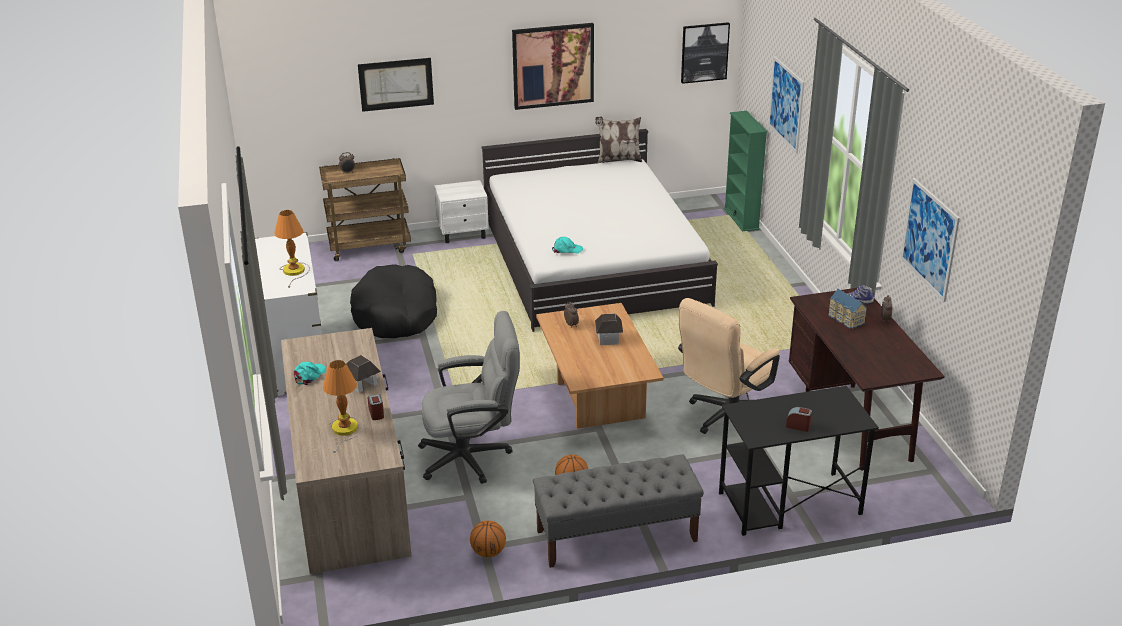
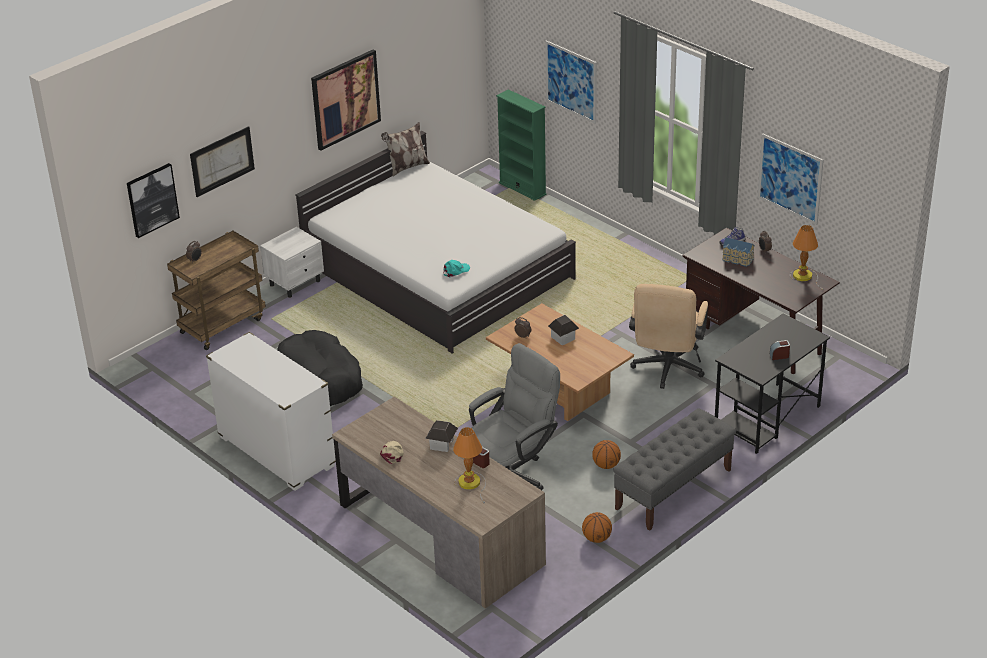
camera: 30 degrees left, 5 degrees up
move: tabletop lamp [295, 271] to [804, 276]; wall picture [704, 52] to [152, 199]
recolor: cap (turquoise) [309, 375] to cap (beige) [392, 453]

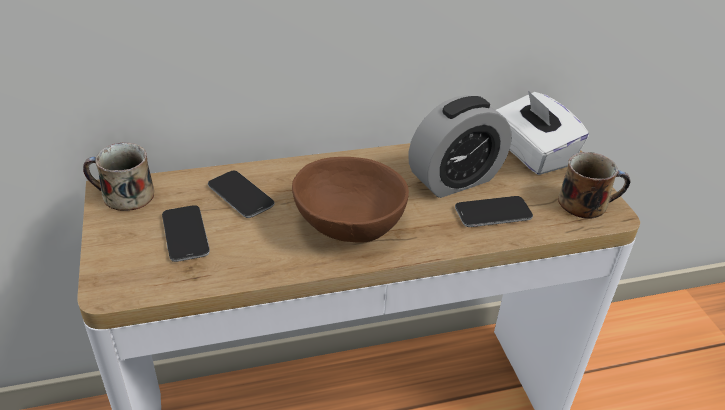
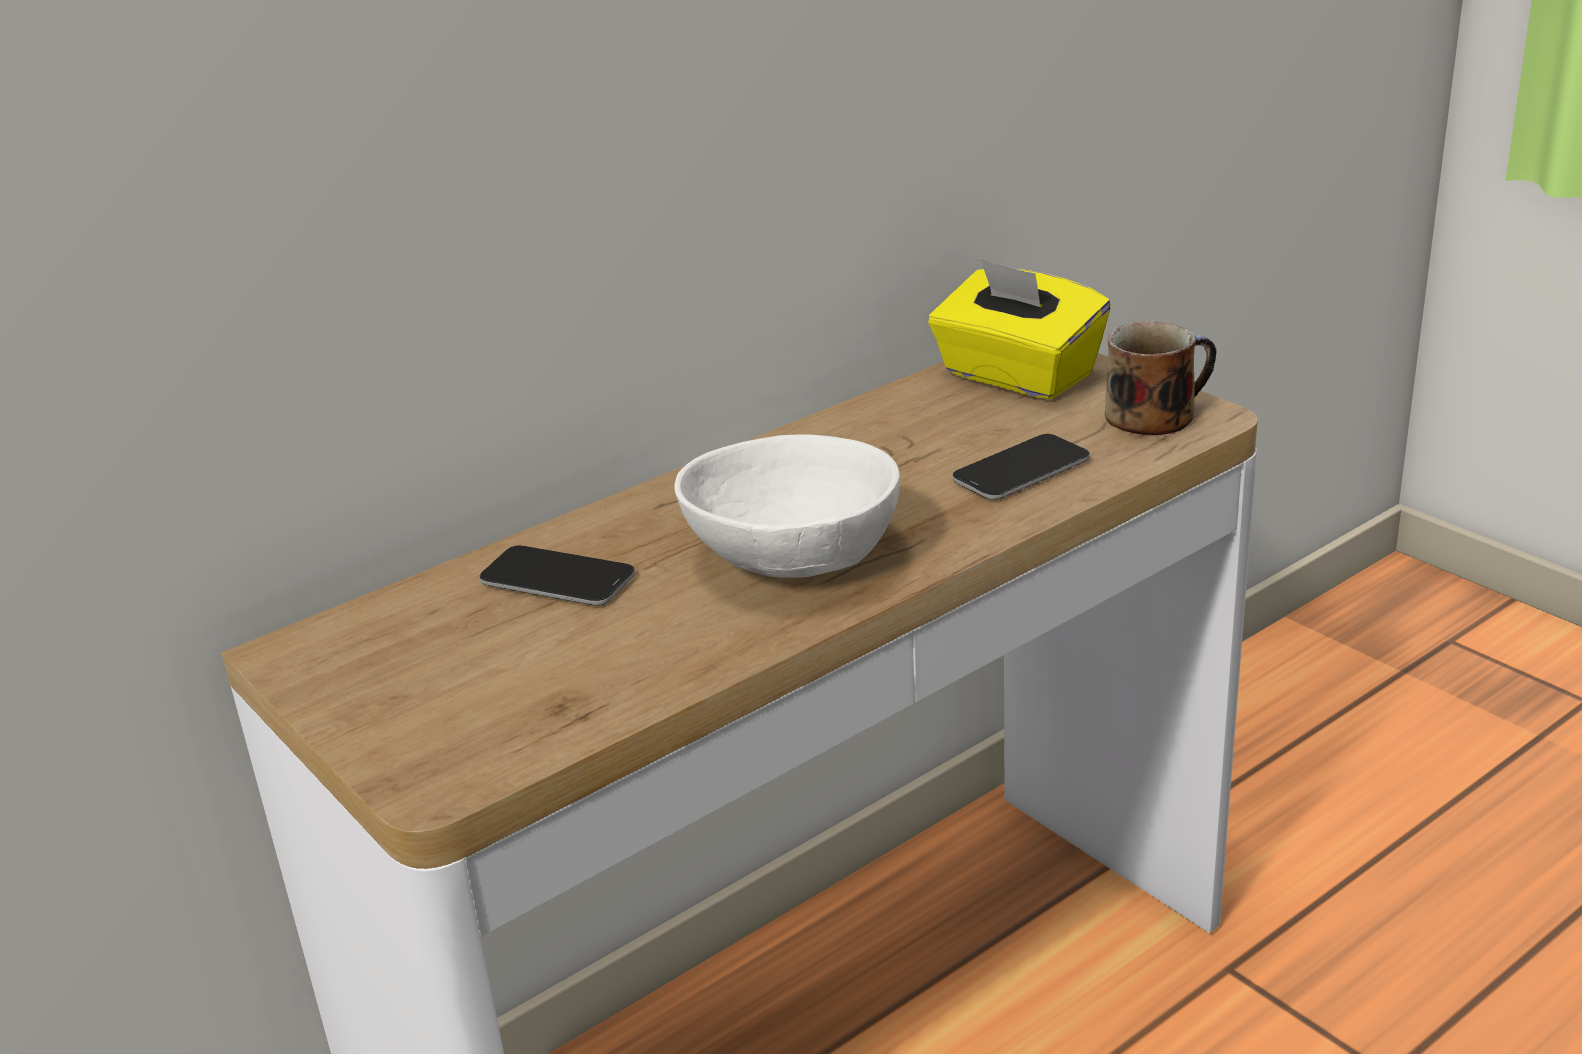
camera: 20 degrees left, 10 degrees down
delete: mug [125, 195]; telephone [185, 234]; bedside clock [455, 180]
recolor: deep dish (brownish) [349, 225] to deep dish (whitish) [795, 559]; tissue box (whitish) [532, 154] to tissue box (yellow-coloured) [1017, 376]

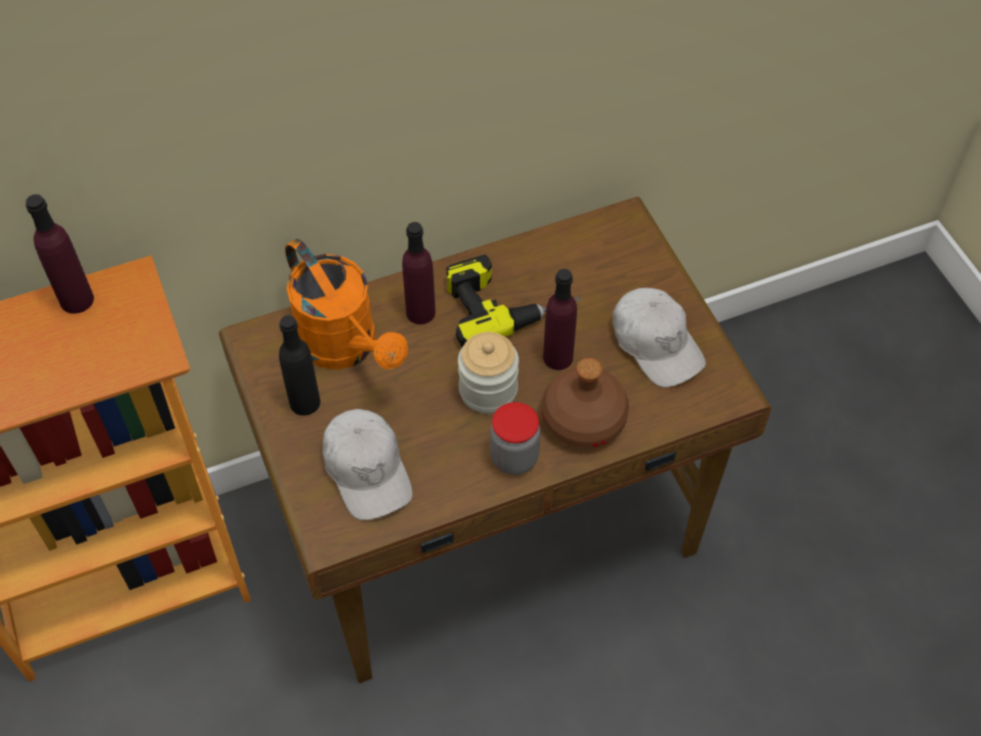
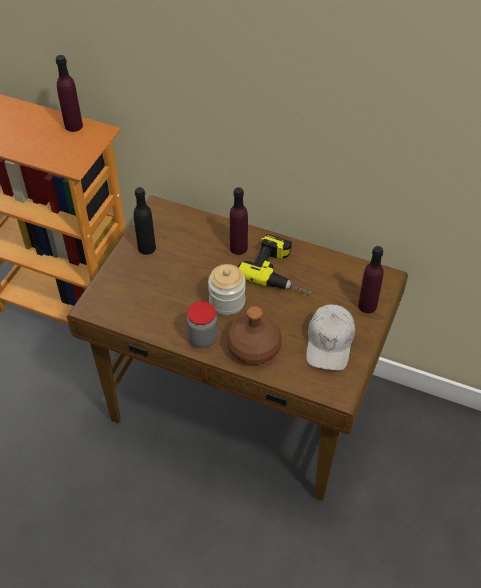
camera: 45 degrees right, 5 degrees down
delete: sprinkling can (orange-coloured) [346, 347]; cap (whitish) [367, 470]
move: drink bottle (purplish) [558, 357] to [367, 305]

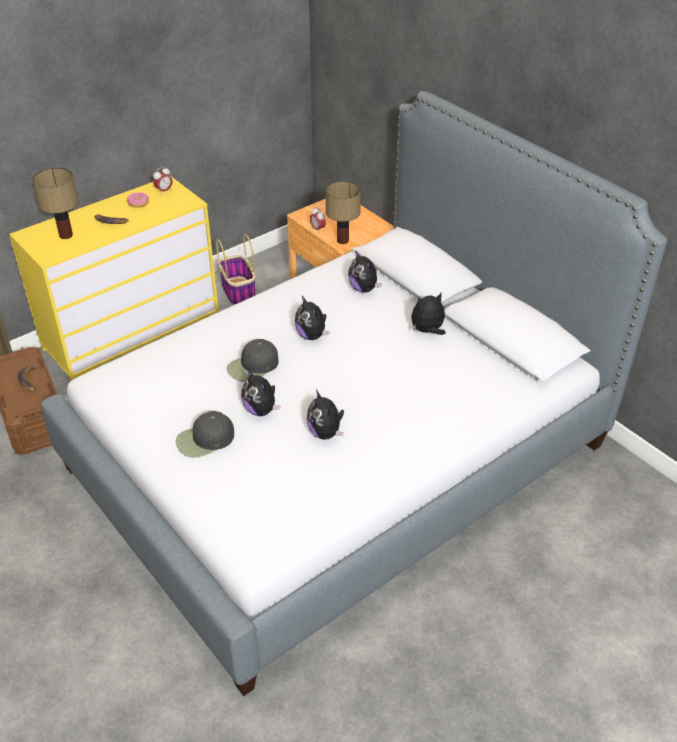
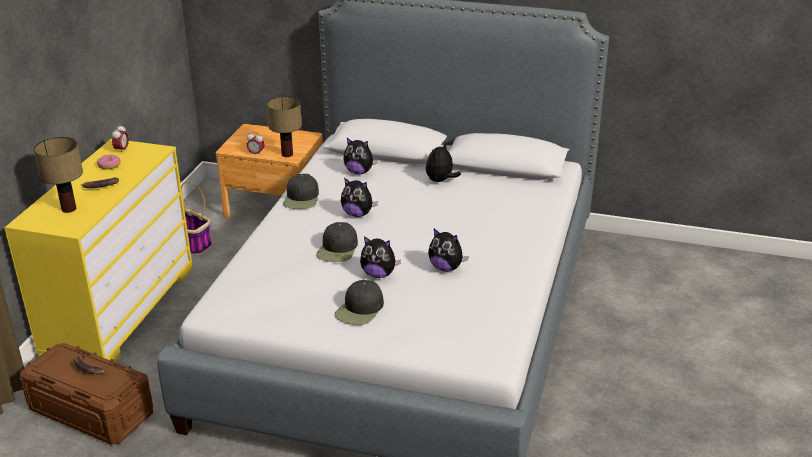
camera: 35 degrees left, 10 degrees down
insert: cap (black-coloured) [302, 198]

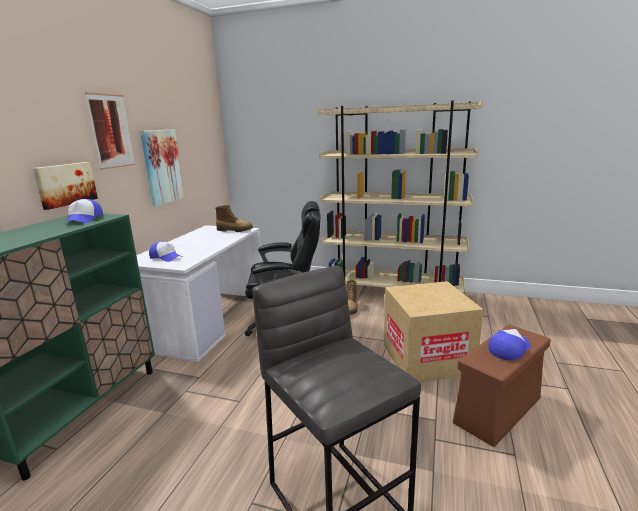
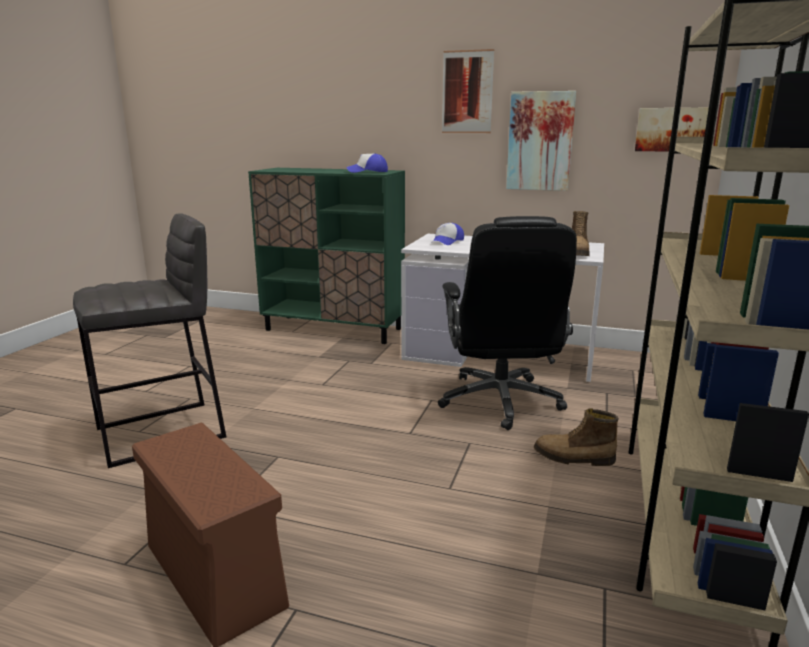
camera: 90 degrees right, 0 degrees up
delete: packing box [426, 359]; cap [509, 349]
move: wall picture [65, 184] to [670, 129]

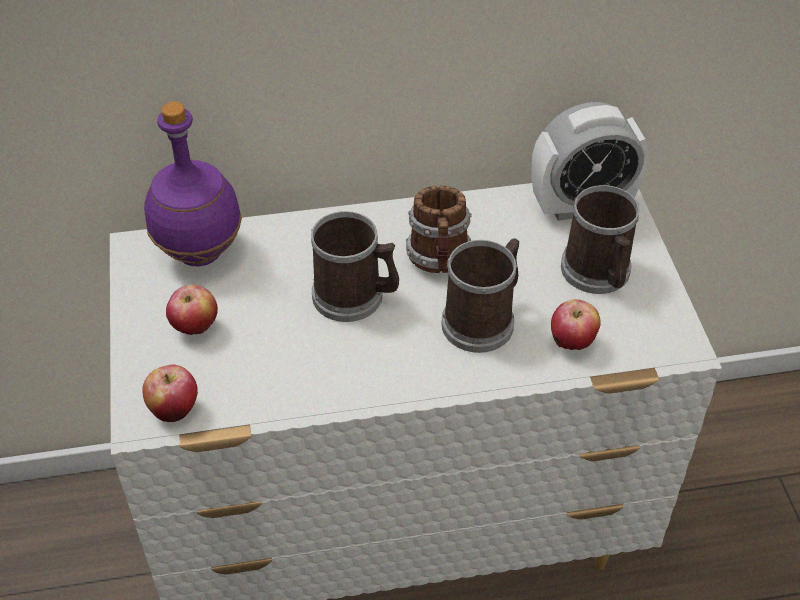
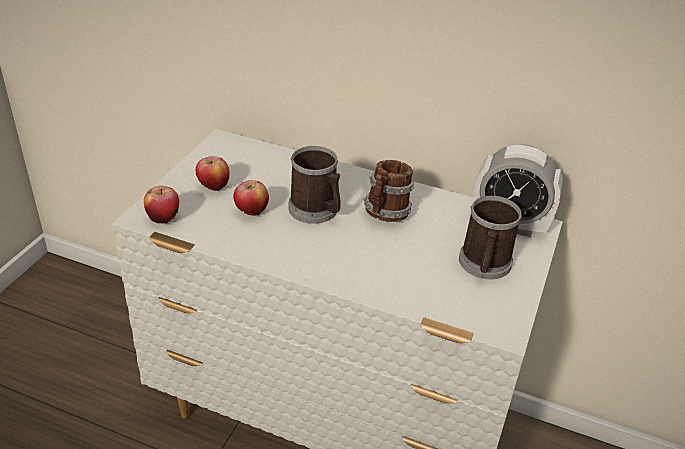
camera: 30 degrees right, 10 degrees down
delete: drink bottle (purplish) [199, 253]; mug [483, 319]
move: whole apple [572, 343] to [251, 213]

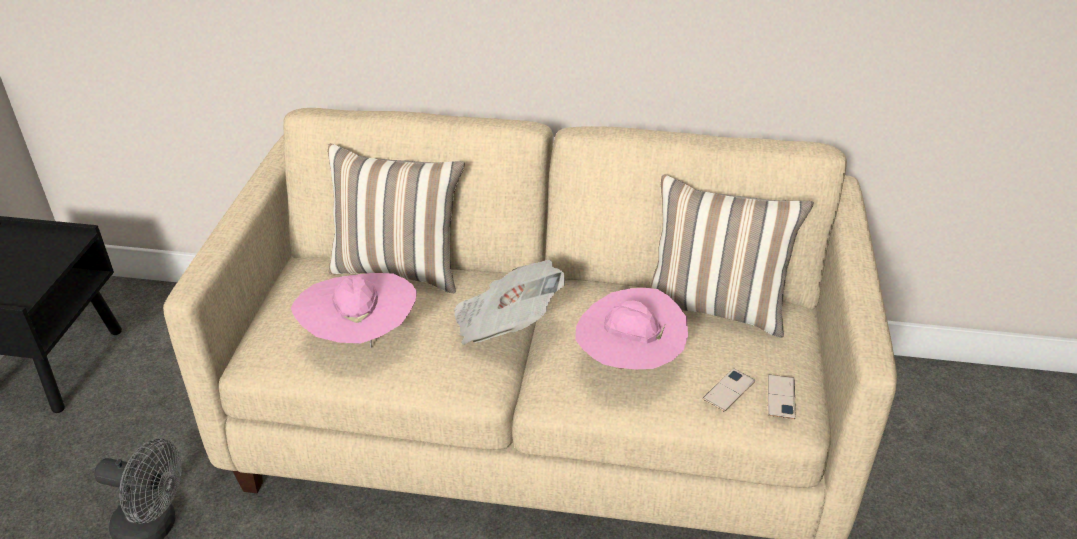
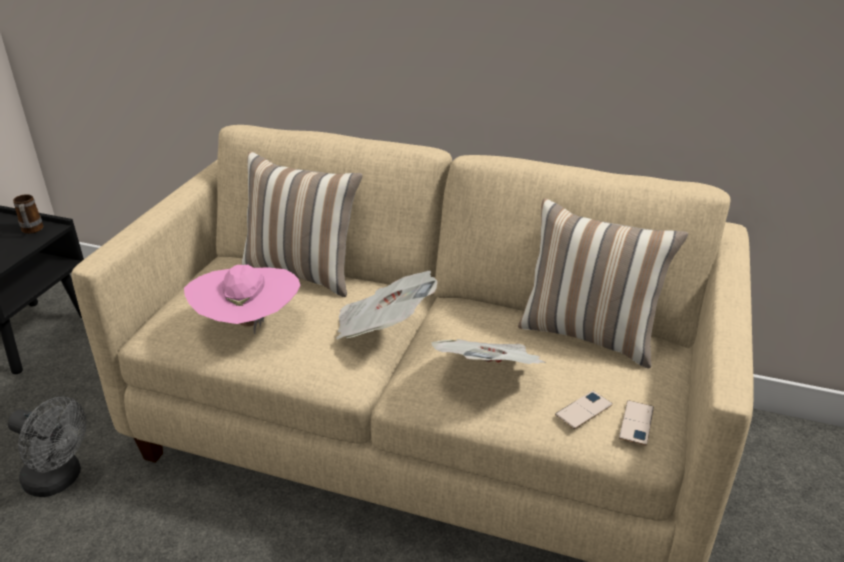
camera: 10 degrees right, 5 degrees down
insert: mug [32, 231]
replace: clothing hat (pinkish) [628, 363] to daily paper [489, 374]

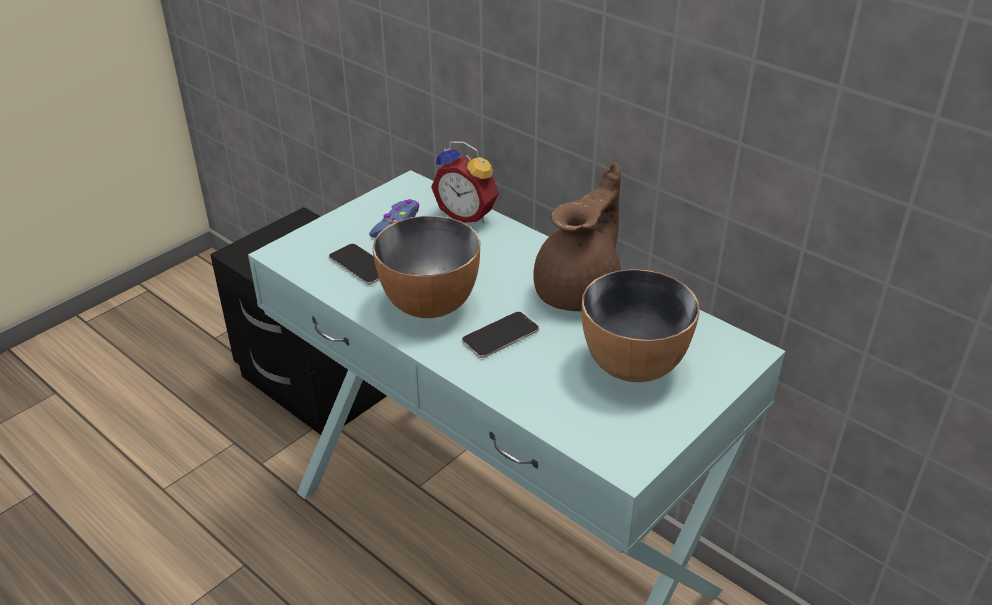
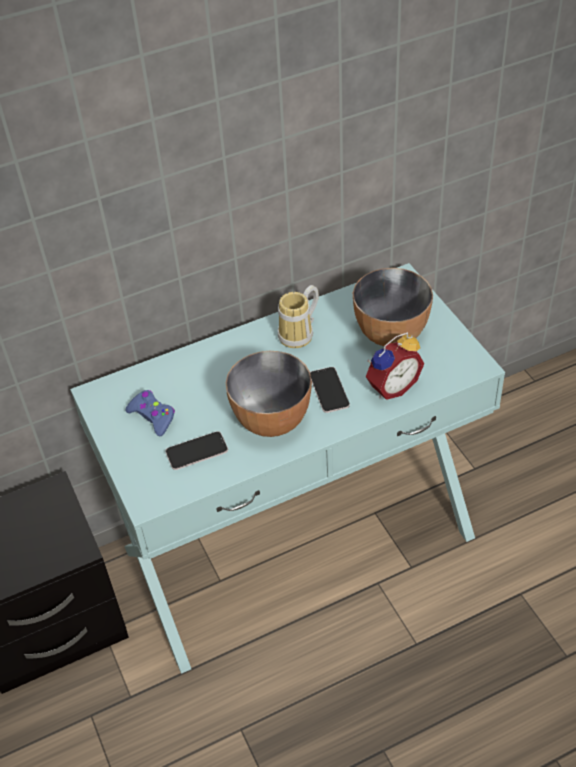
camera: 65 degrees left, 10 degrees up
move: bedside clock [468, 215] to [391, 386]
replace: pot for tea (brownish) [580, 291] to mug [300, 334]

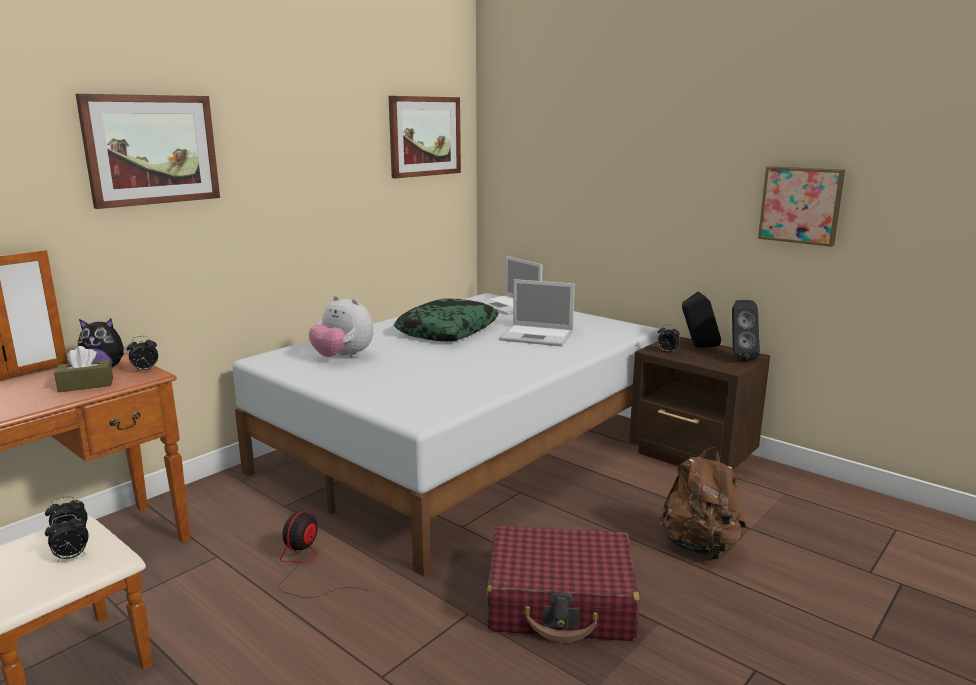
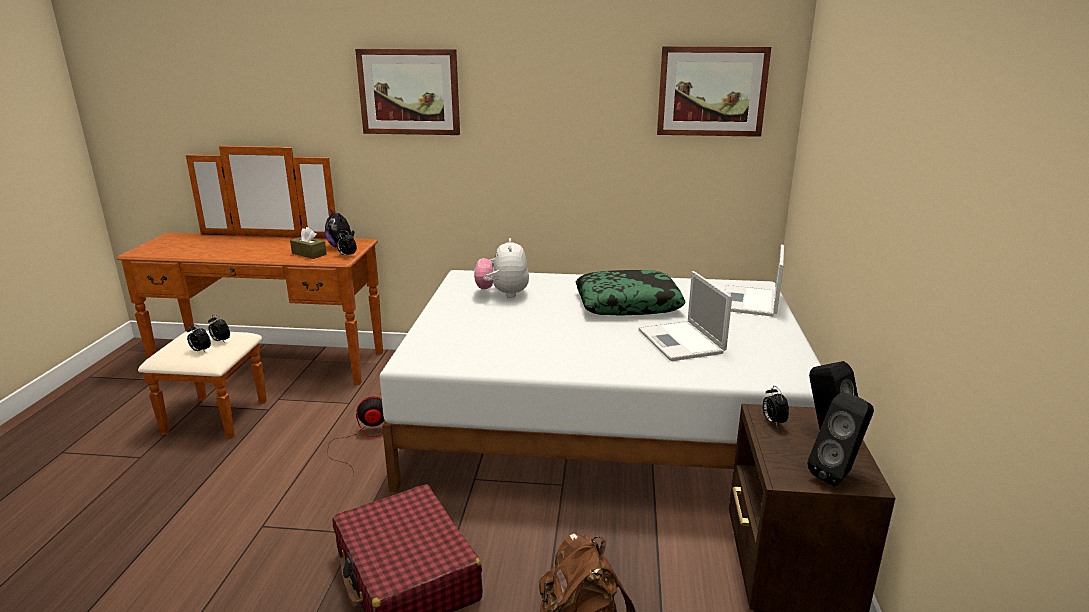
camera: 55 degrees right, 5 degrees up
delete: wall picture [801, 205]

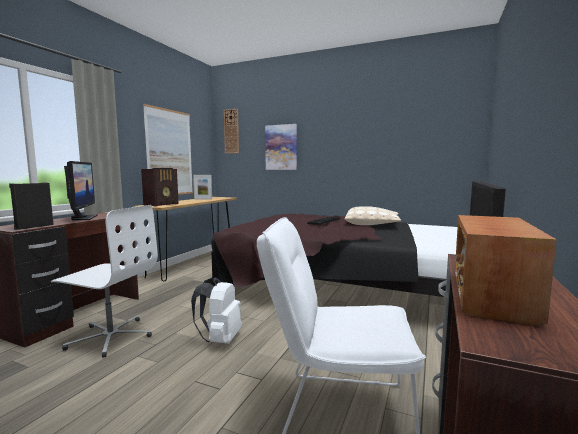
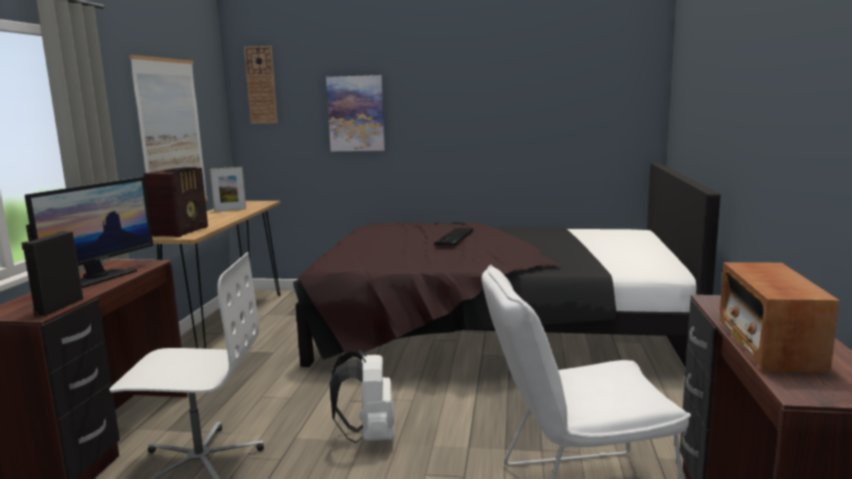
camera: 15 degrees left, 5 degrees up
delete: throw pillow (beige) [372, 224]
rotate: computer display [83, 218] = [100, 277] 60 degrees clockwise

